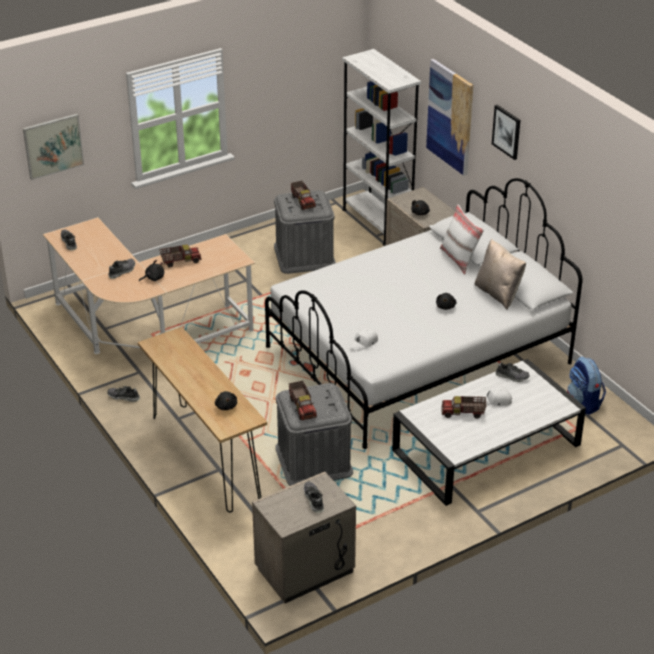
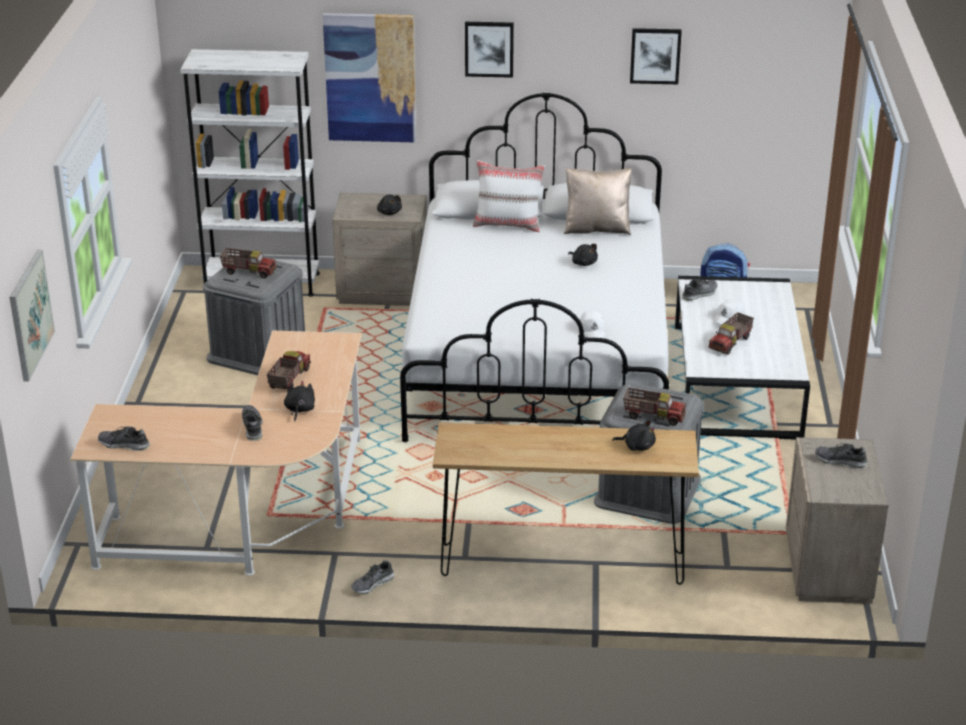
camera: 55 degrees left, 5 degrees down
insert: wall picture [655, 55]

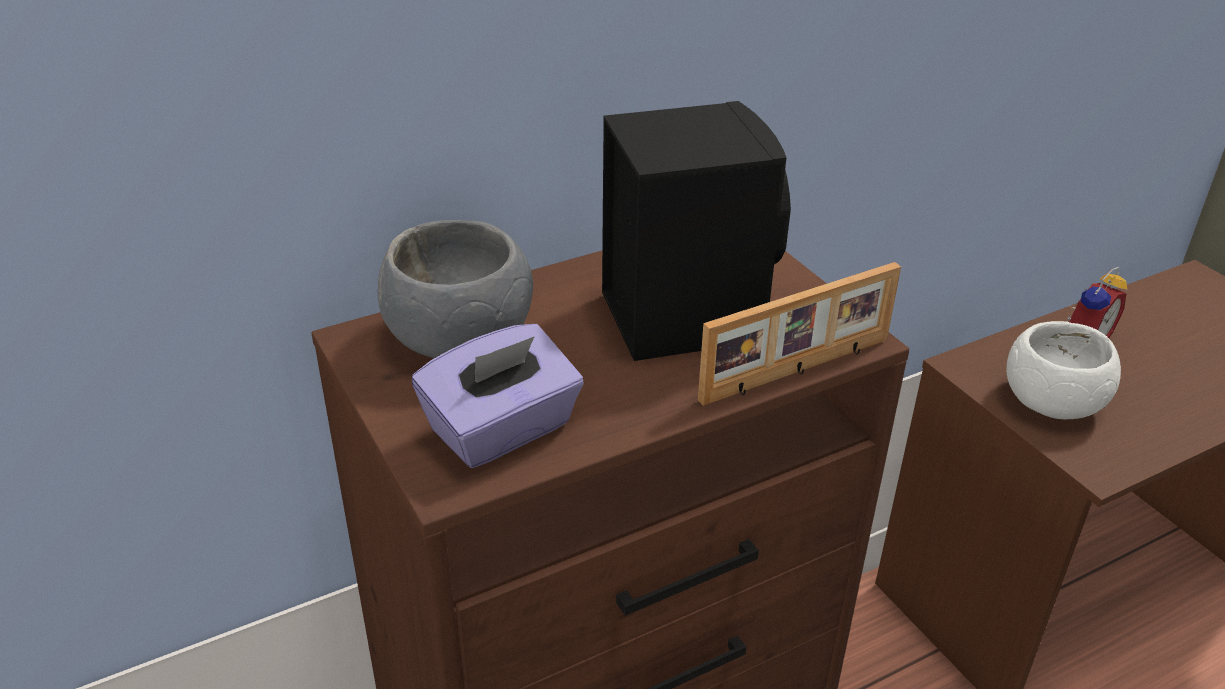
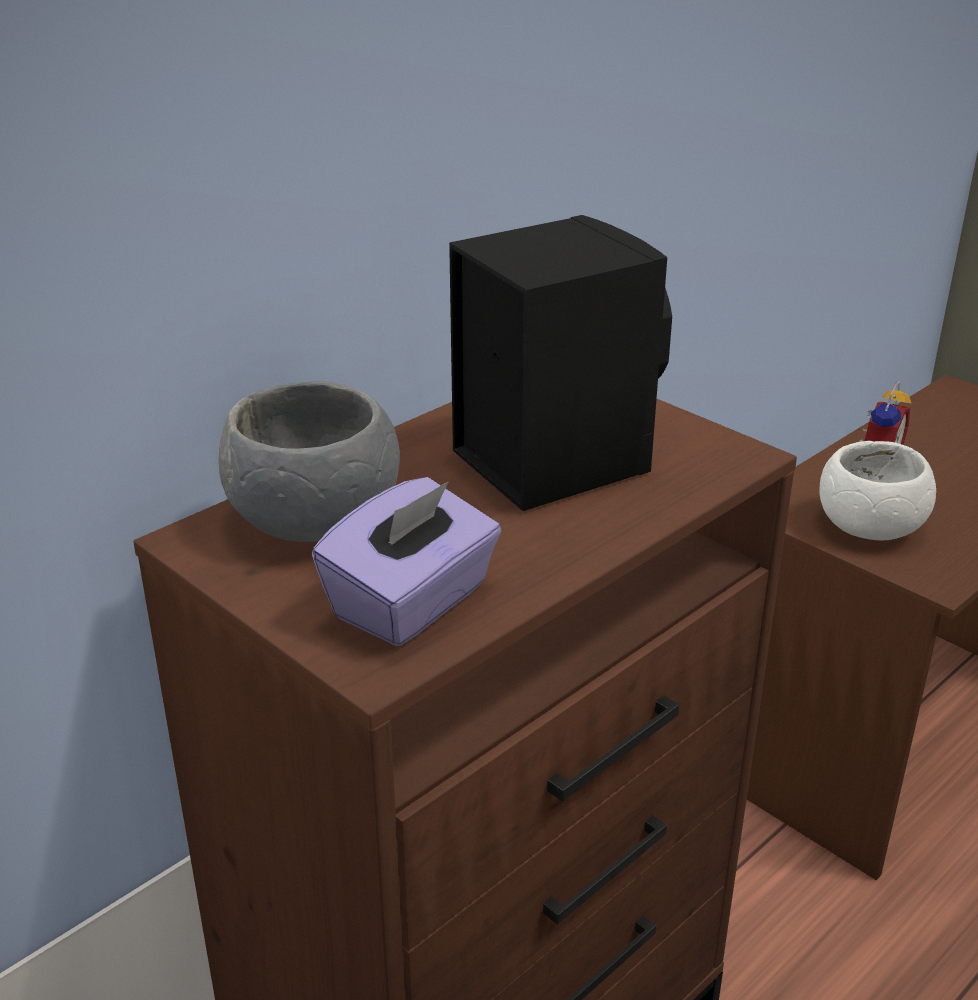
camera: 15 degrees left, 5 degrees down
delete: standing frame [797, 371]

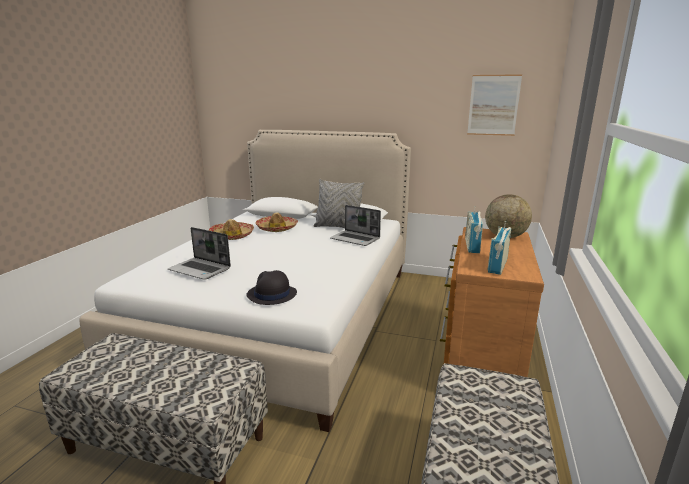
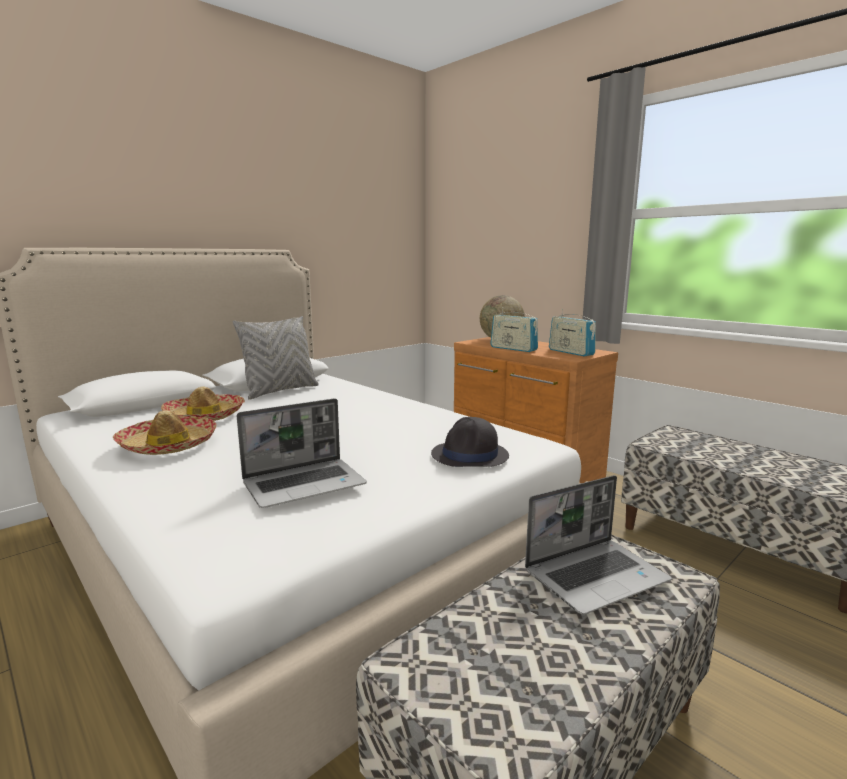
camera: 60 degrees left, 5 degrees down
delete: wall picture [493, 105]
move: portable computer [355, 239] to [596, 576]

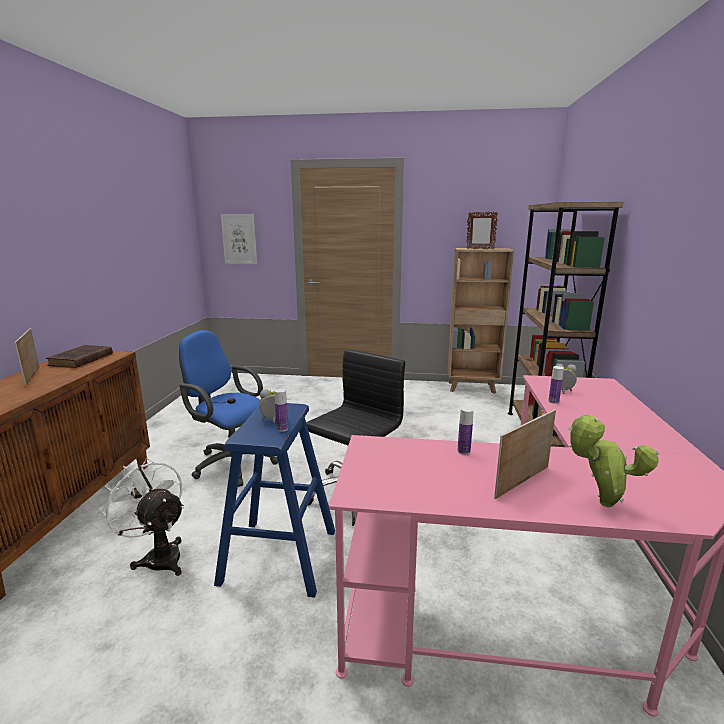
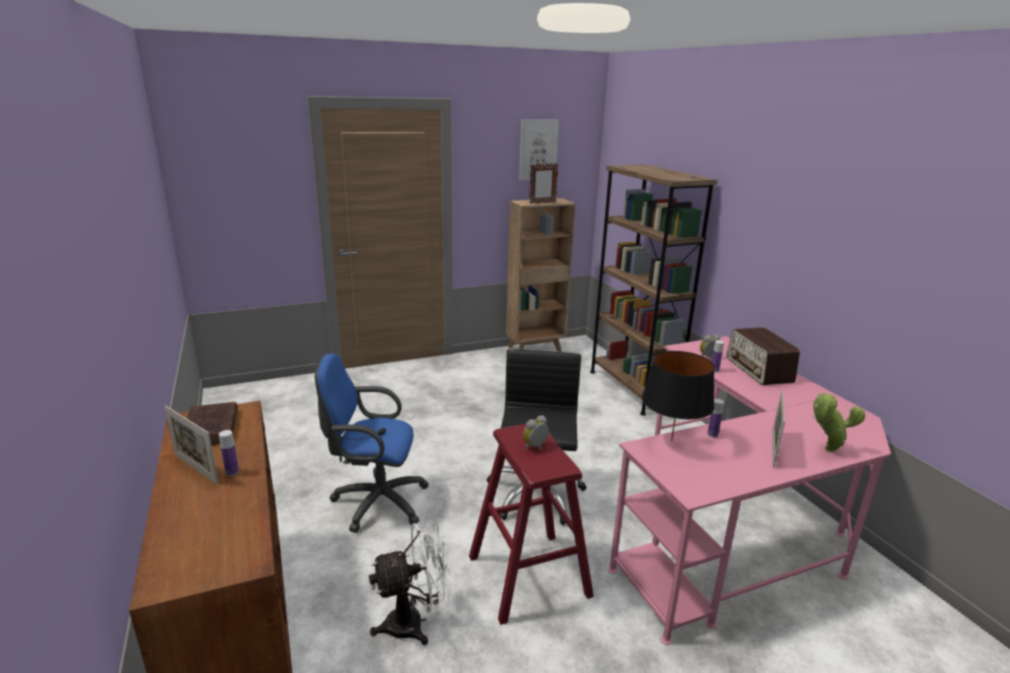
camera: 30 degrees left, 5 degrees up
insert: tabletop lamp (black-coloured) [671, 441]; radio set [759, 370]
move: wall picture [239, 239] to [538, 150]; drink bottle [282, 429] to [232, 472]
recolor: stool (blue-coloured) [279, 556] to stool (red) [528, 576]
rotate: electric fan (whitish) [159, 556] = [414, 623] 150 degrees clockwise

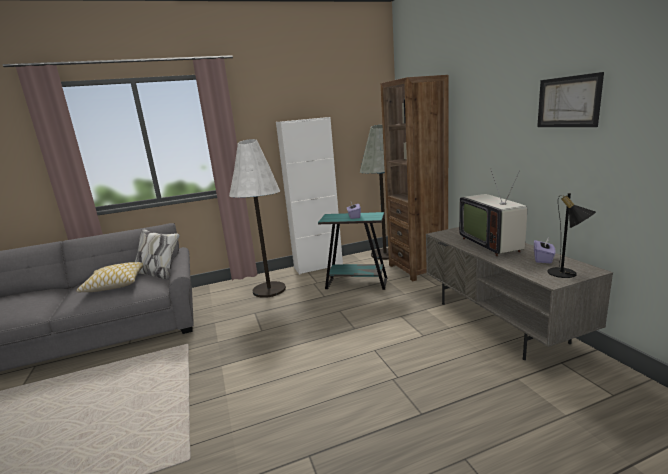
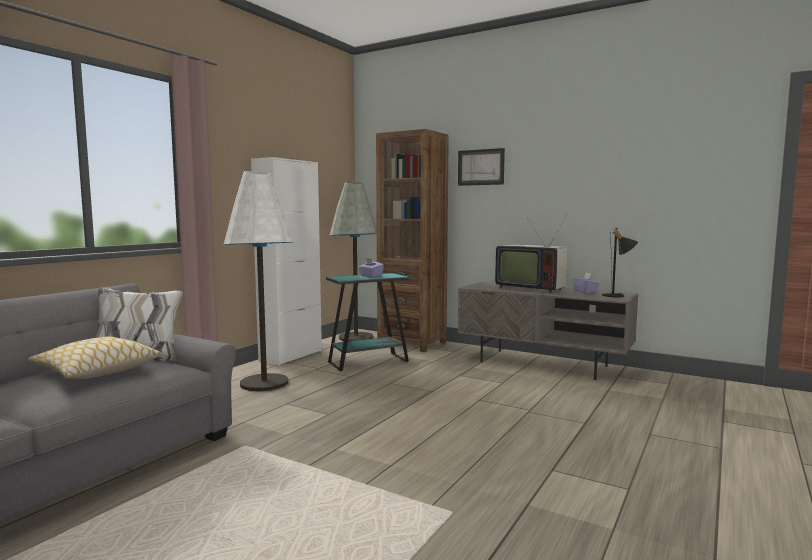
camera: 40 degrees left, 10 degrees down
move: wall picture [568, 102] to [481, 167]

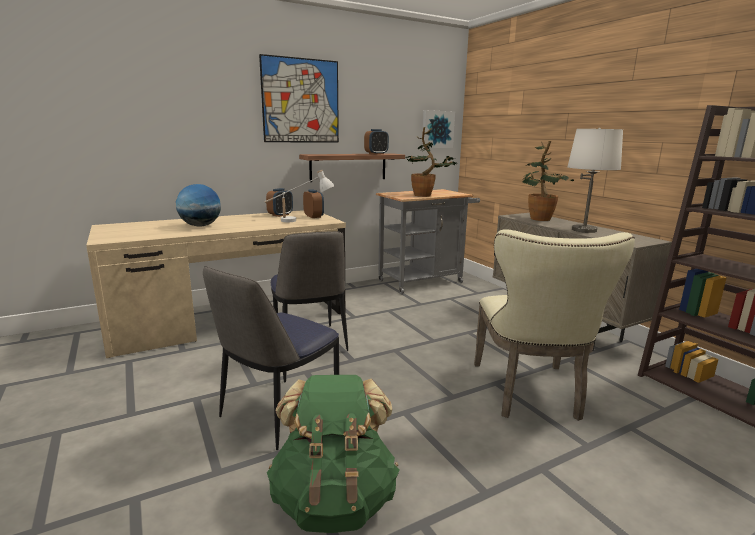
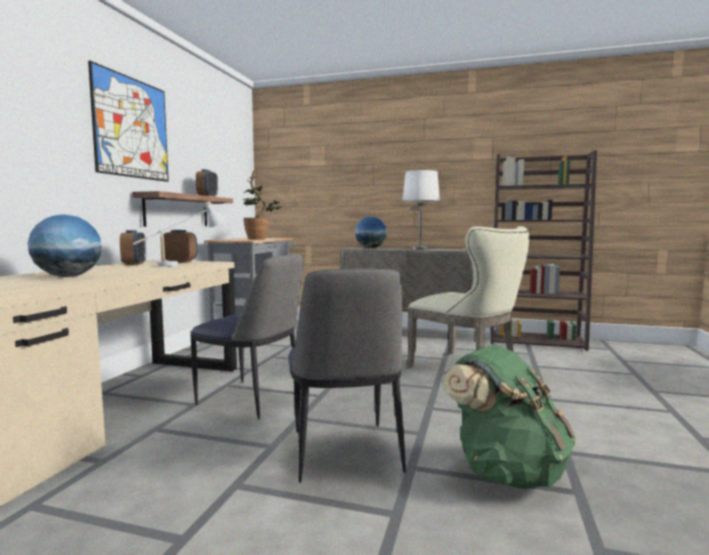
camera: 45 degrees left, 10 degrees down
delete: wall picture [437, 129]
replace: plant in a pot [538, 218] to globe [370, 248]

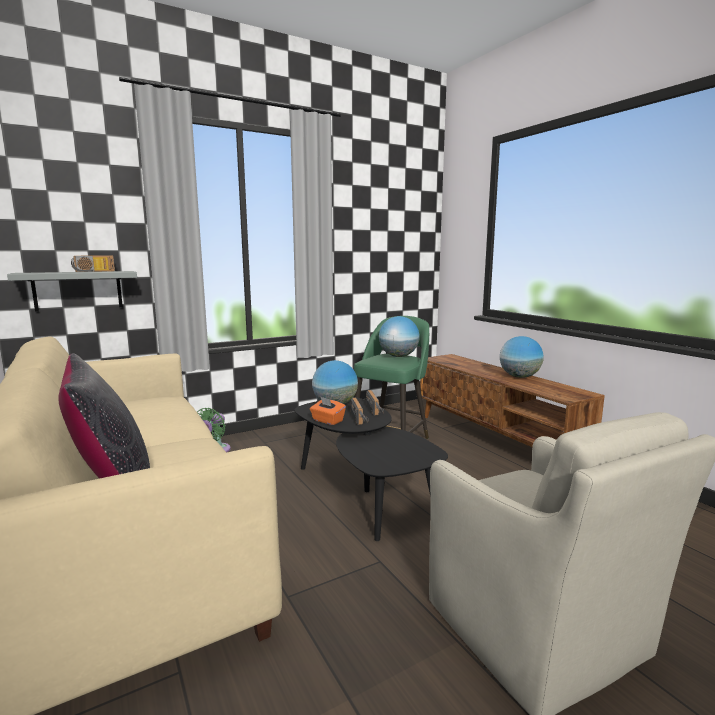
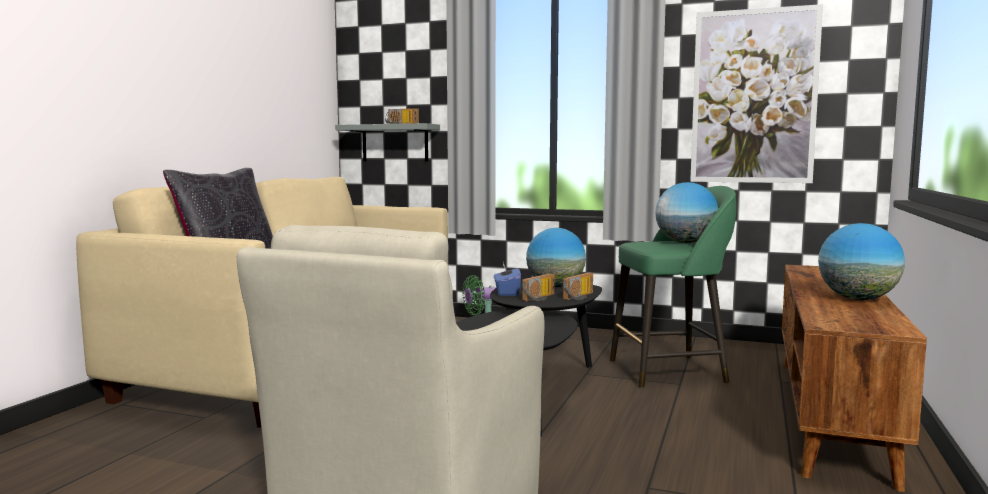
camera: 50 degrees right, 5 degrees down
insert: wall picture [753, 97]
recolor: tissue box (orange-coloured) [327, 421] to tissue box (blue-coloured) [506, 293]

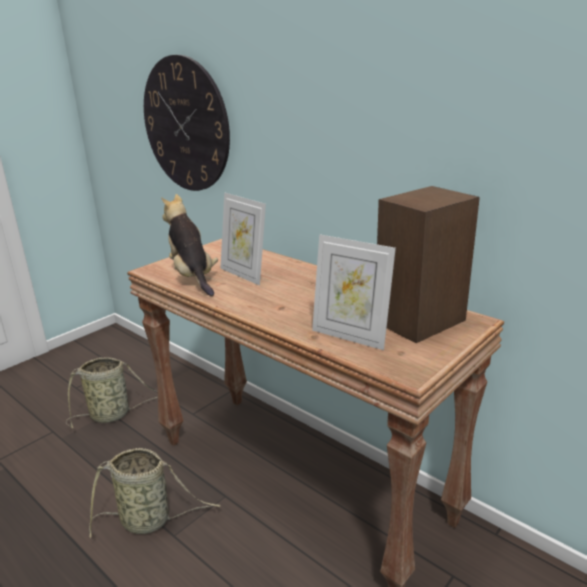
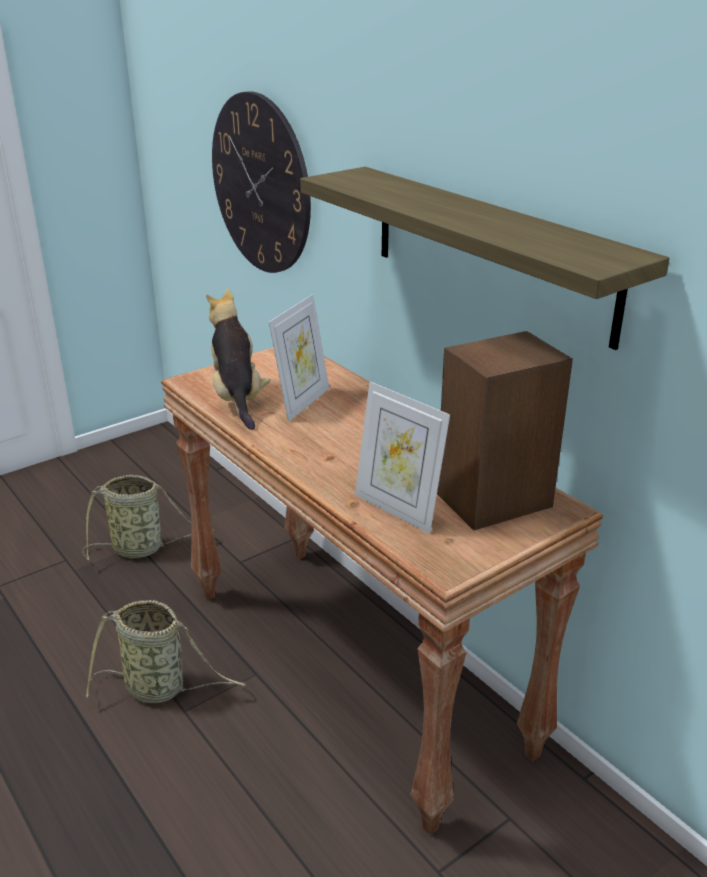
camera: 10 degrees right, 5 degrees up
insert: shelf [489, 251]
rotate: standing frame [244, 274] = [302, 402] 120 degrees counterclockwise

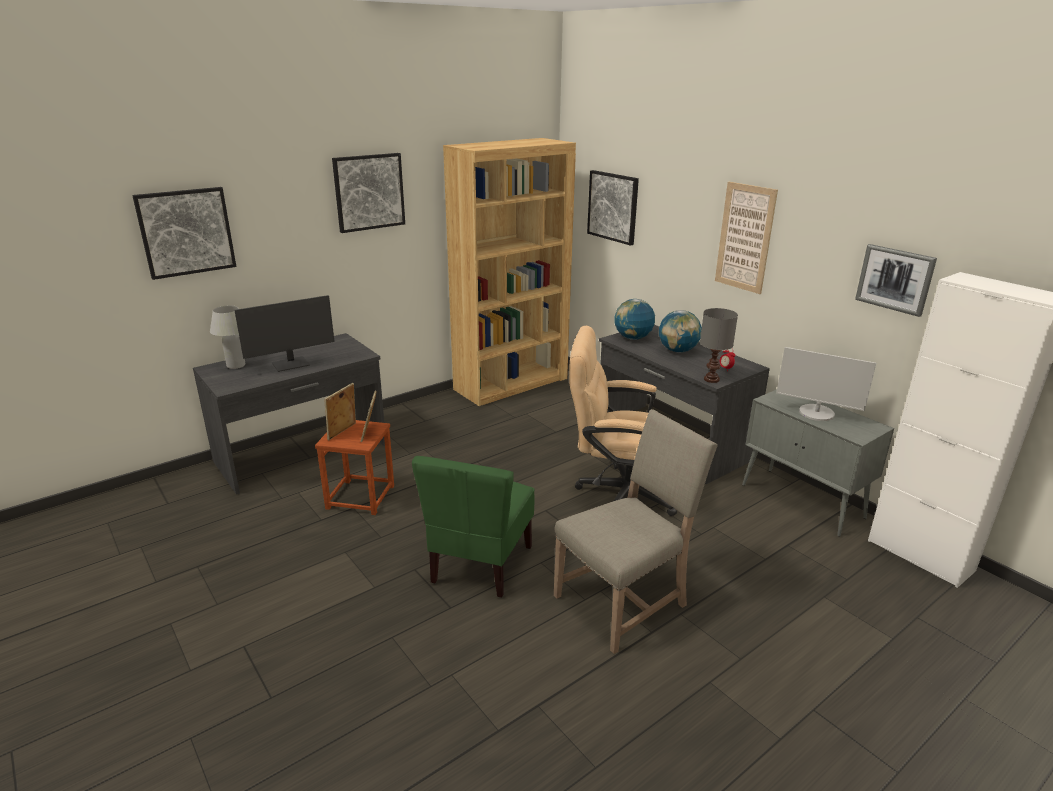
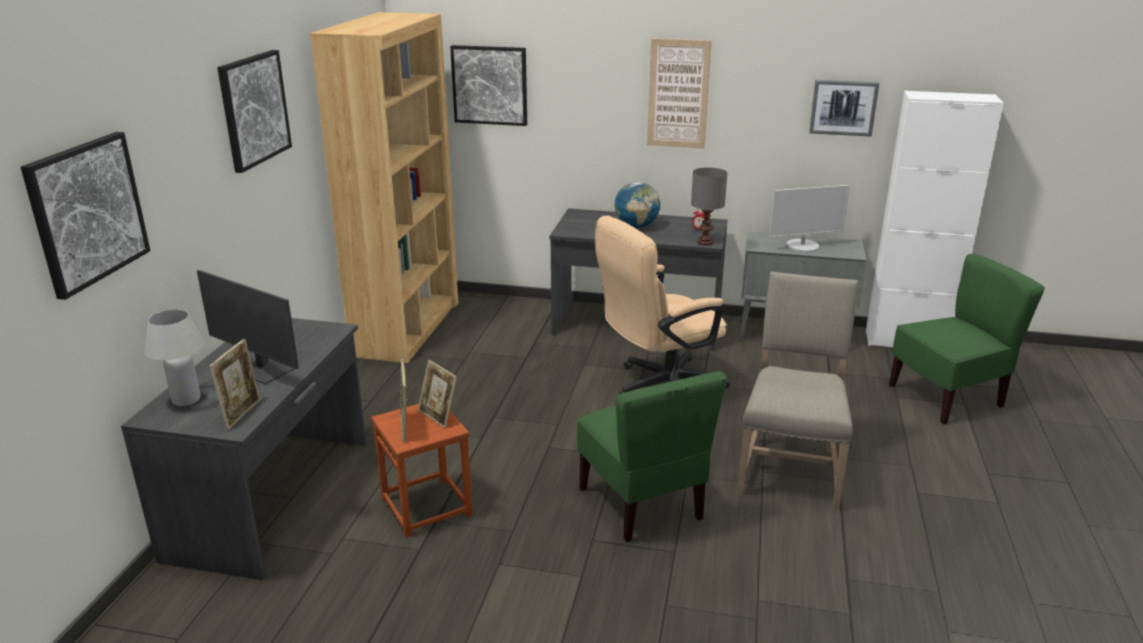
camera: 40 degrees left, 0 degrees up
delete: globe [633, 338]
insert: standing frame [242, 414]; upright chair (greenish) [947, 397]
rotate: computer display [291, 364] = [263, 371] 105 degrees clockwise

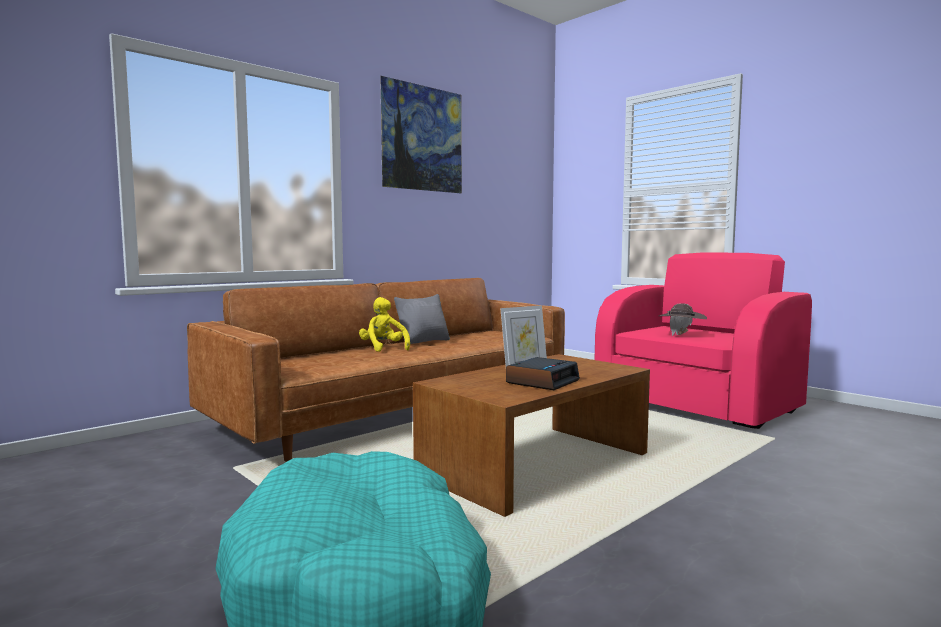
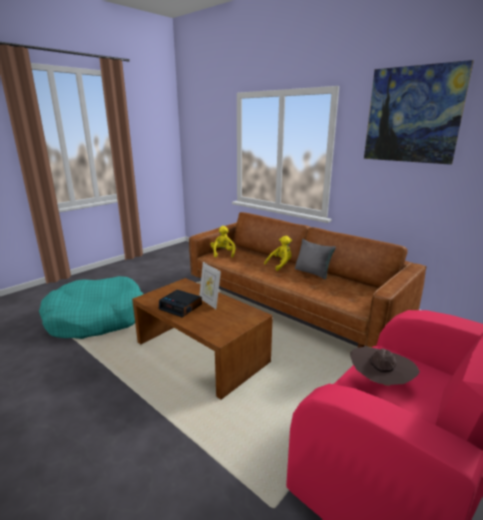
camera: 85 degrees right, 15 degrees up
insert: cuddly toy (yellow-coloured) [223, 253]

